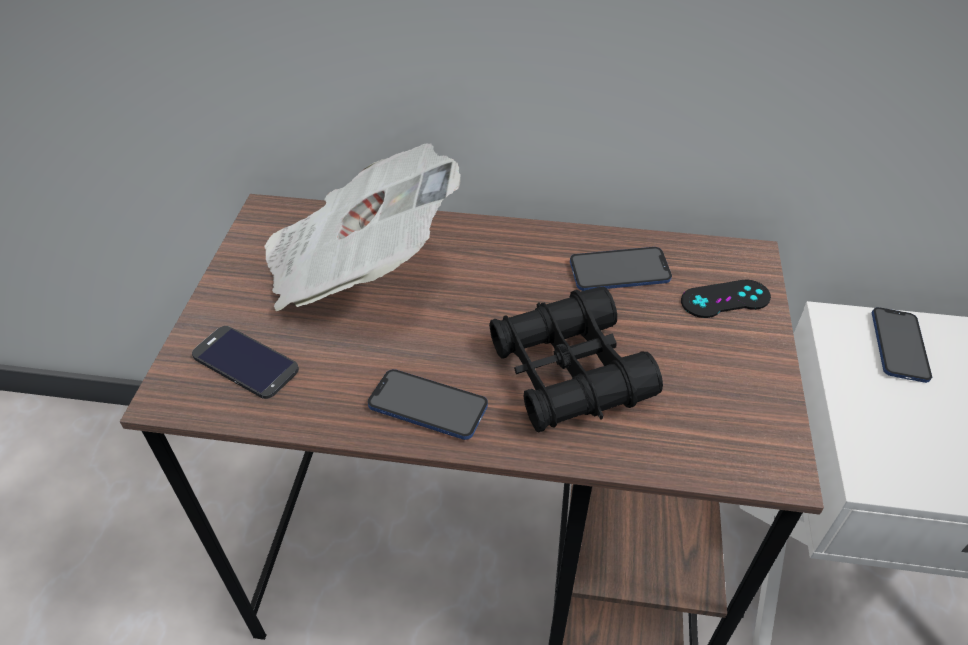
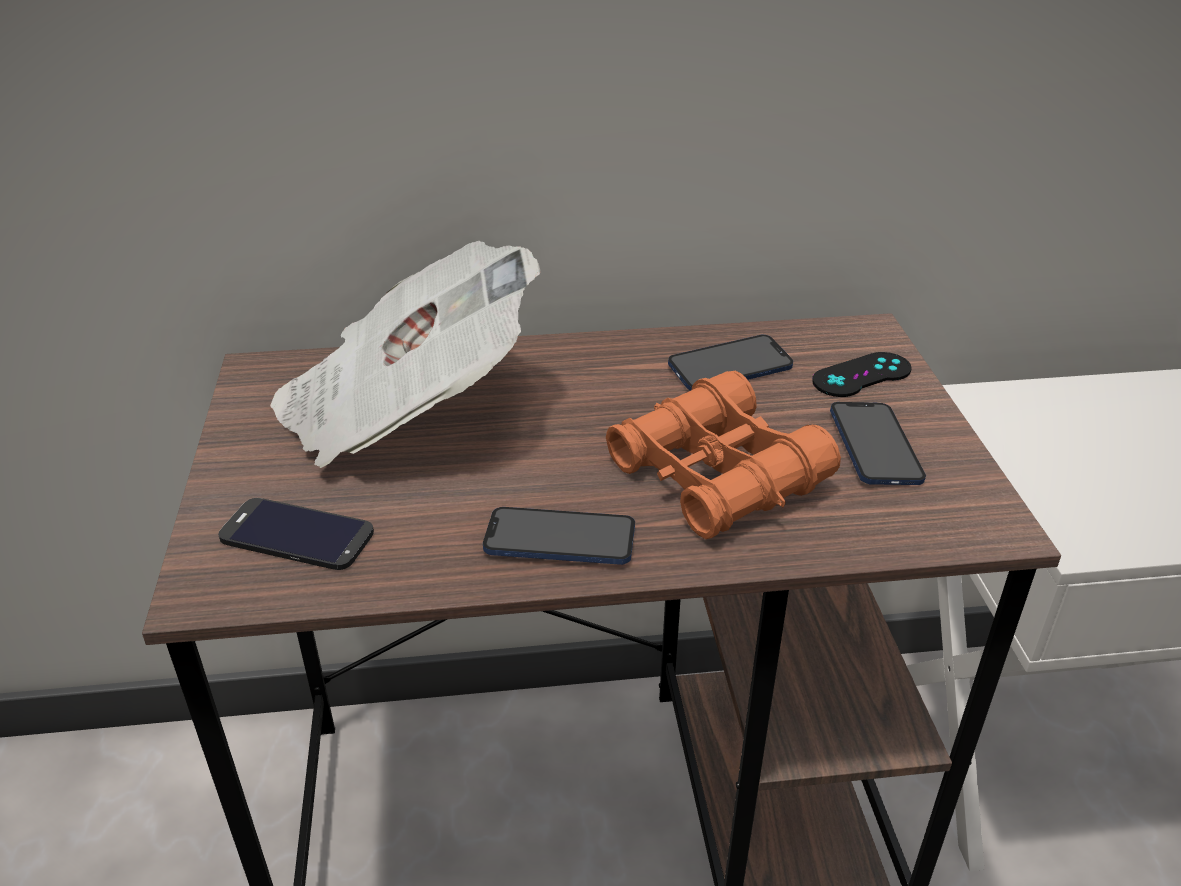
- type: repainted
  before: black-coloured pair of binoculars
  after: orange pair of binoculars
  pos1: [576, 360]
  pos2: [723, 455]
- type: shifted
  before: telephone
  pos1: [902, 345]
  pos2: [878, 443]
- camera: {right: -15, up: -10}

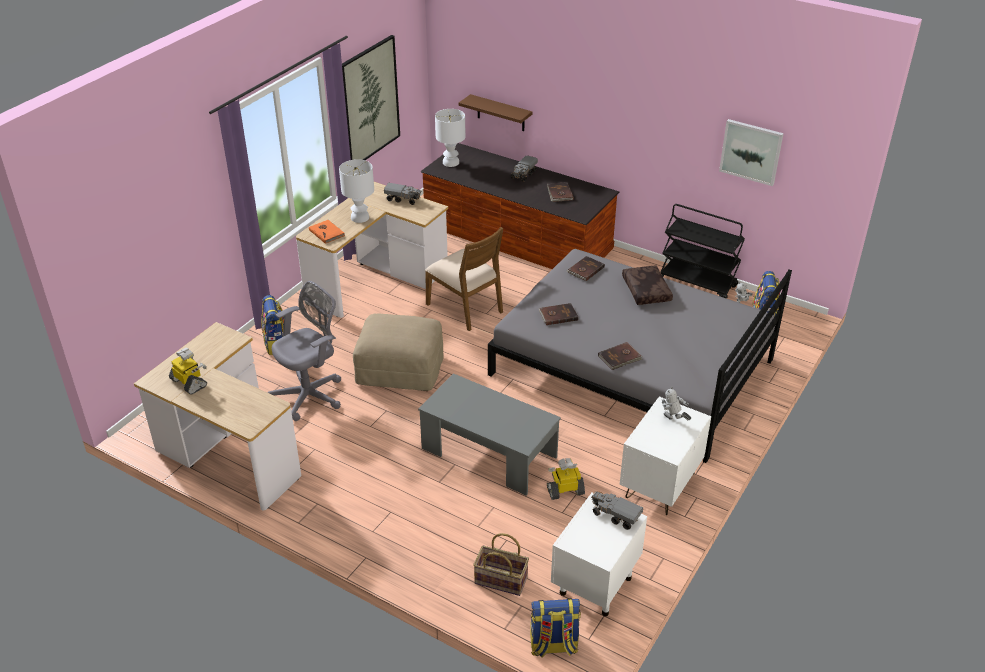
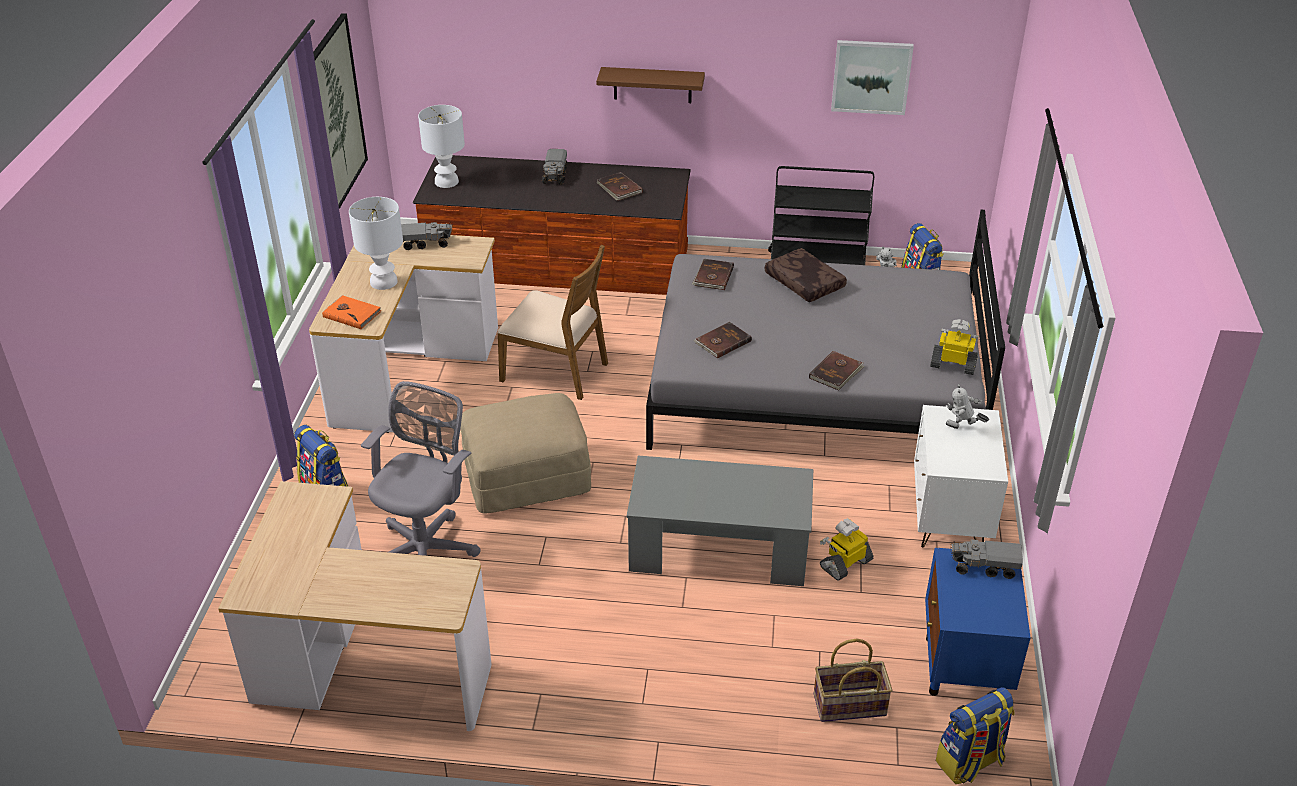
- type: shifted
  before: brown-coloured wall shelf
  pos1: [495, 112]
  pos2: [650, 85]
- type: repainted
  before: whitish night table
  after: blue night table
  pos1: [599, 554]
  pos2: [978, 622]
- type: shifted
  before: robot figure
  pos1: [188, 371]
  pos2: [954, 347]
- camera: {right: -25, up: 0}

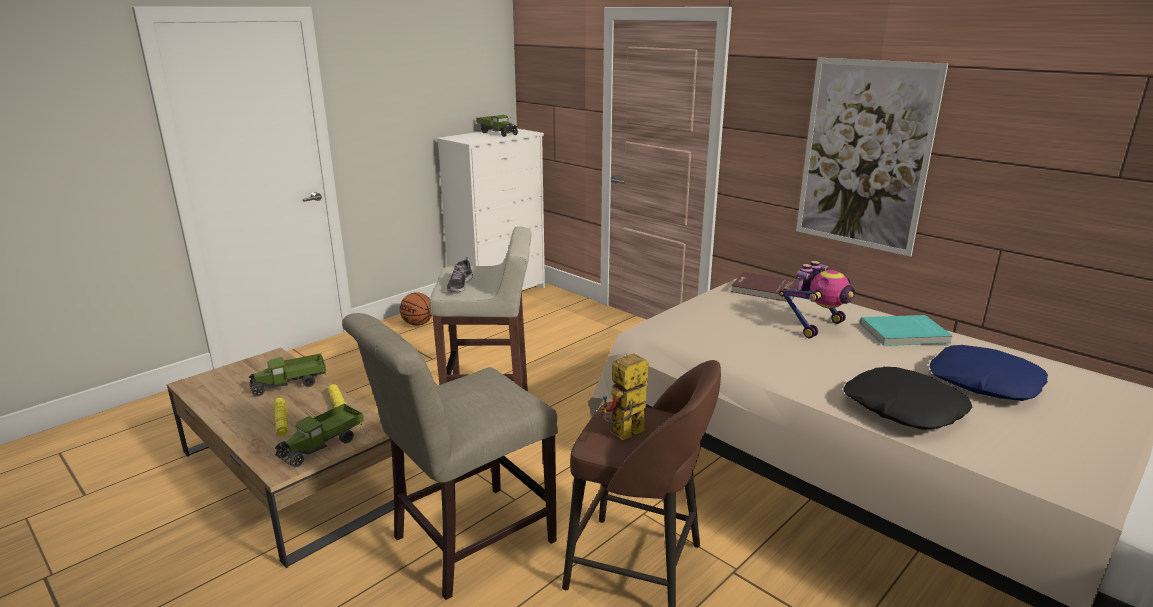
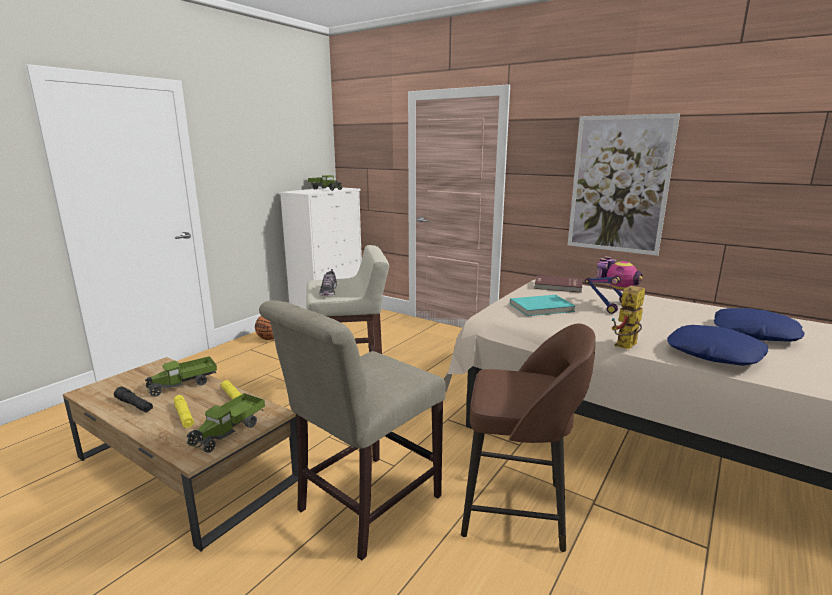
- type: new
  after: black-coloured hand torch
  pos2: [133, 399]
- type: shifted
  before: turquoise book
  pos1: [906, 330]
  pos2: [542, 305]
- type: shifted
  before: robot figure
  pos1: [625, 396]
  pos2: [628, 317]
- type: repainted
  before: black-coloured cushion
  after: blue cushion
  pos1: [907, 398]
  pos2: [717, 345]
- camera: {right: -10, up: -5}

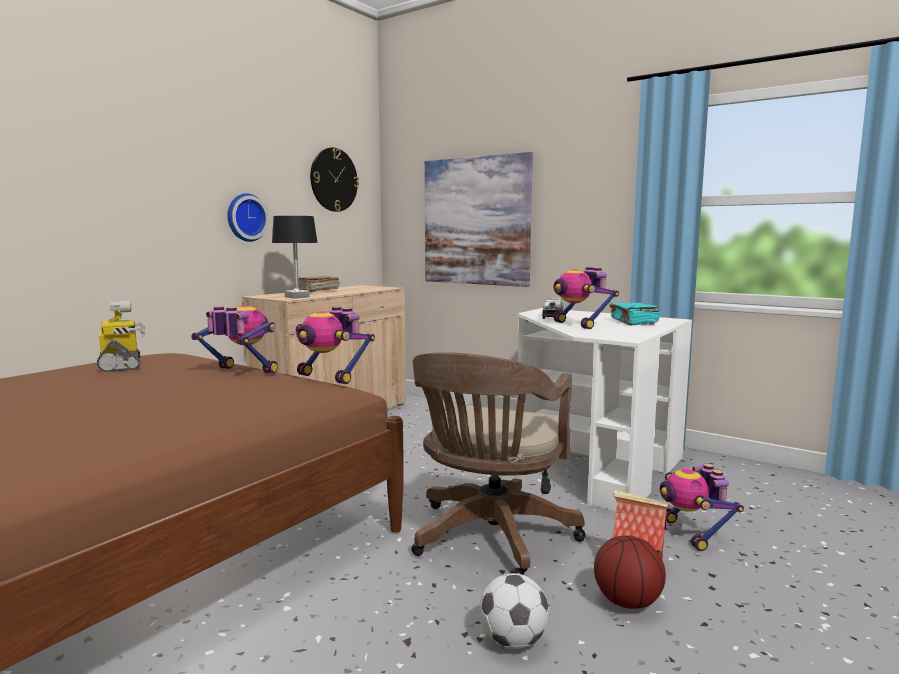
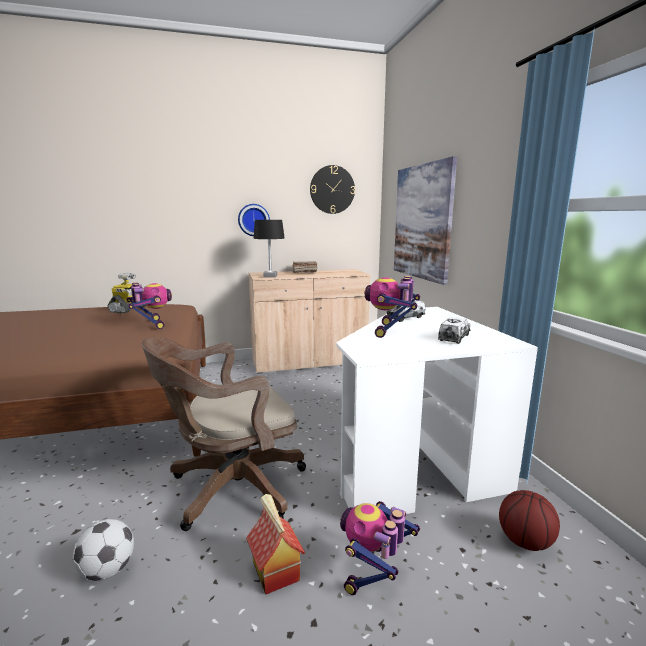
- type: swapped
  before: turquoise book
  after: toy truck
  pos1: [635, 313]
  pos2: [454, 330]
- type: shifted
  before: basketball ball
  pos1: [630, 572]
  pos2: [529, 520]
- type: gone
  before: robot figure
  pos1: [335, 345]
- camera: {right: 40, up: 5}

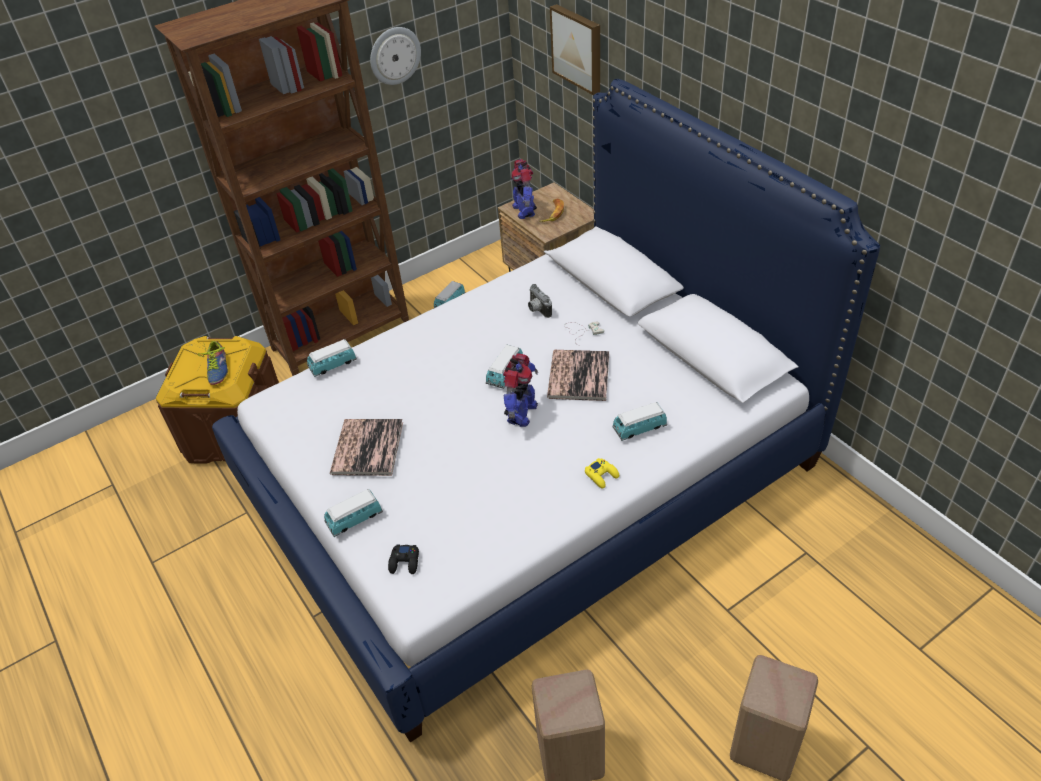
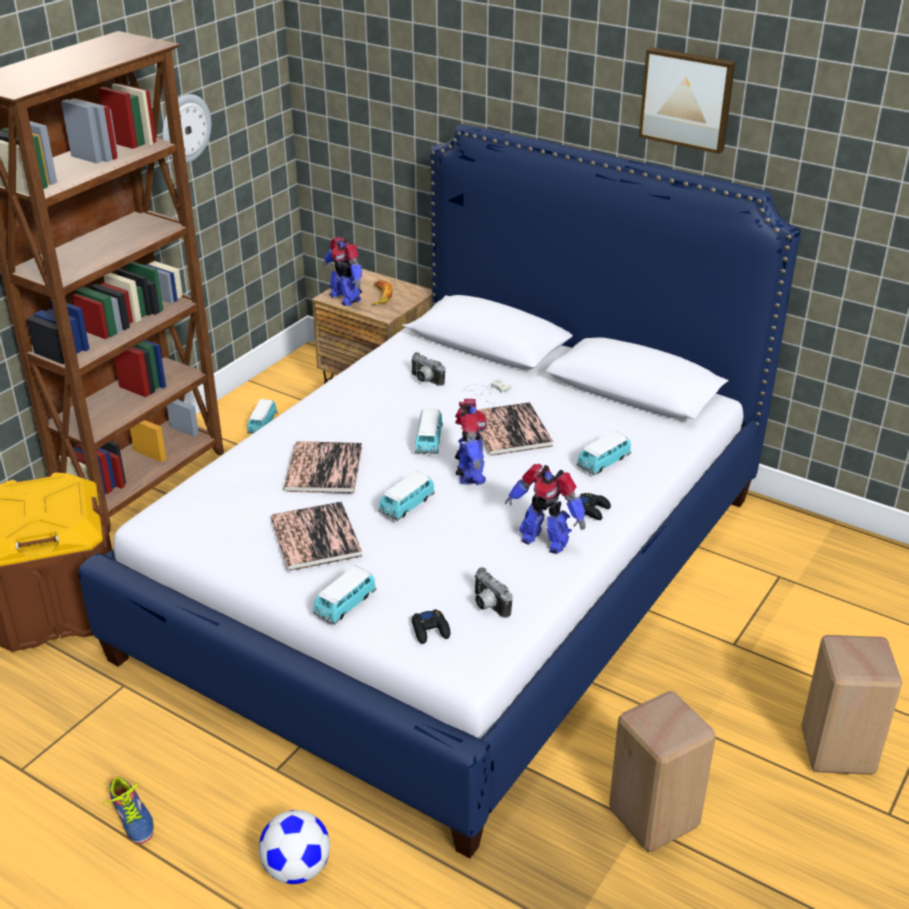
- type: shifted
  before: low shoe
  pos1: [213, 363]
  pos2: [128, 810]
- type: new
  after: football ball
  pos2: [294, 847]
- type: new
  after: book
  pos2: [322, 467]
- type: shifted
  before: miniature car
  pos1: [332, 358]
  pos2: [406, 496]
- type: new
  after: photo camera
  pos2: [493, 592]
- type: new
  after: robot figure
  pos2: [545, 509]
- type: repainted
  before: yellowish game controller
  after: black-coloured game controller
  pos1: [602, 473]
  pos2: [594, 506]
- type: shifted
  before: picture
  pos1: [575, 50]
  pos2: [687, 100]
- camera: {right: -25, up: -10}

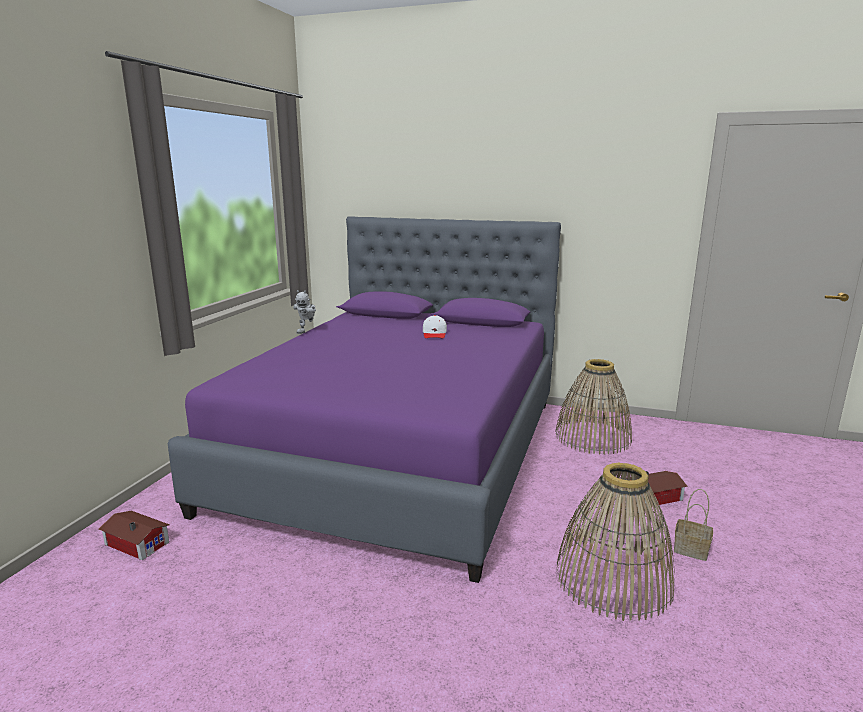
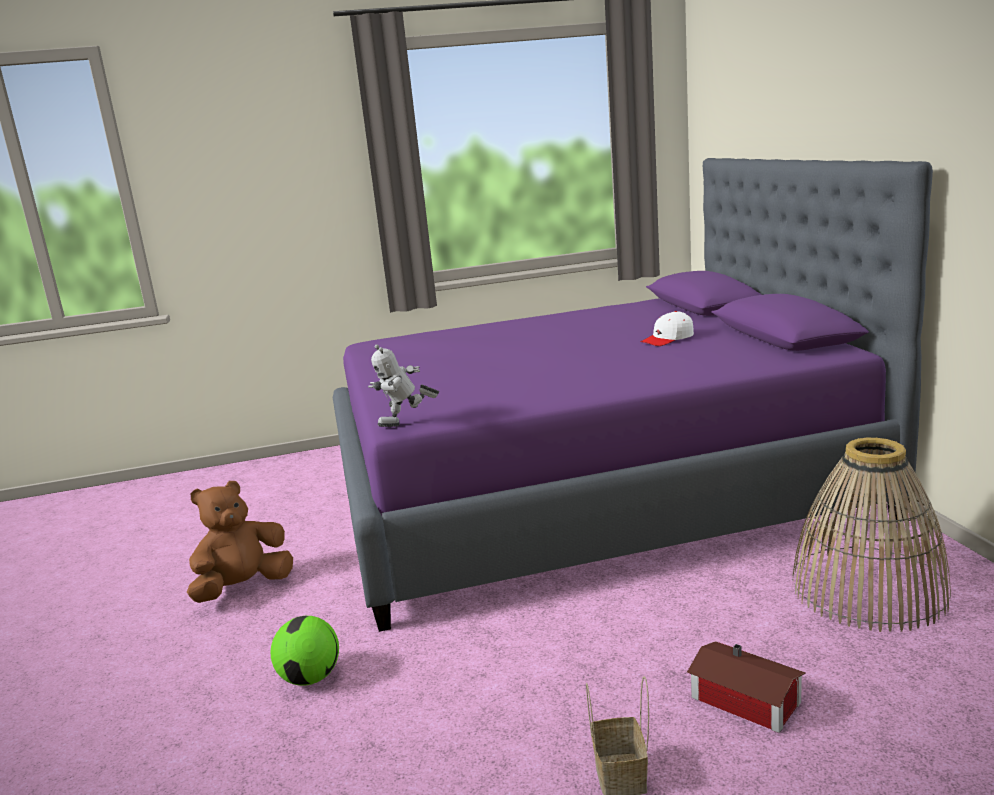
- type: new
  after: brown-coloured soft toy
  pos2: [240, 542]
- type: new
  after: football ball
  pos2: [304, 651]
- type: shifted
  before: robot figure
  pos1: [304, 312]
  pos2: [403, 385]
- type: gone
  before: toy house
  pos1: [134, 535]
- type: gone
  before: storage basket
  pos1: [615, 542]
- camera: {right: 60, up: 0}

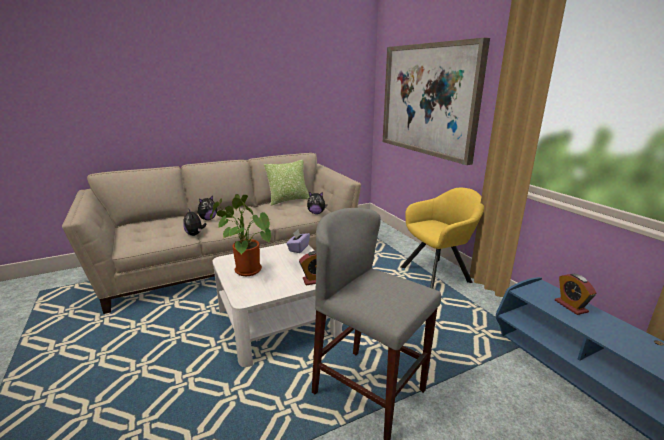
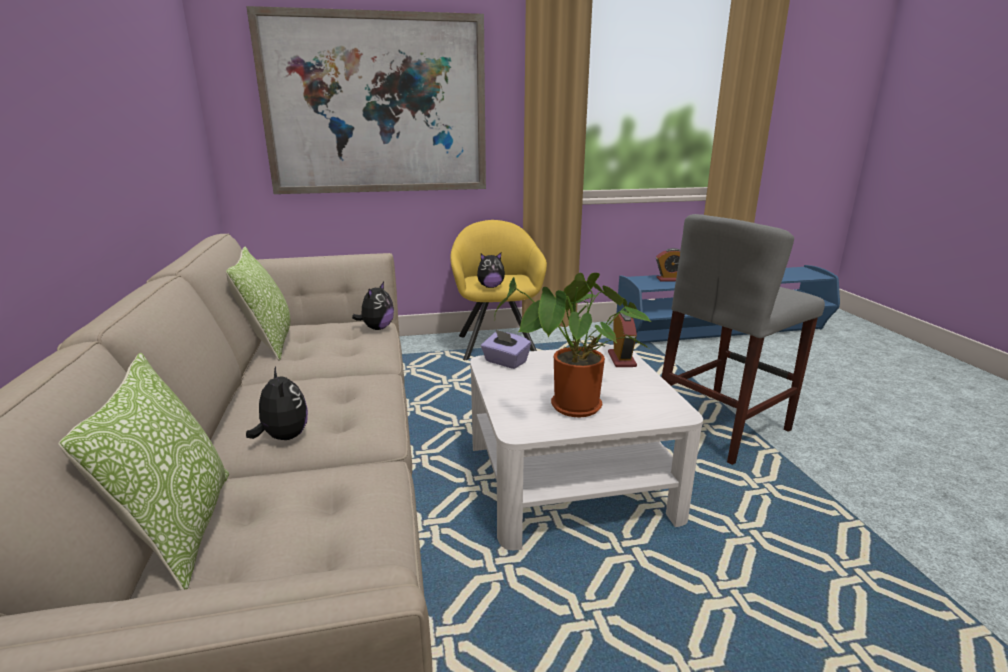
- type: new
  after: cushion
  pos2: [143, 471]
- type: shifted
  before: soft toy
  pos1: [194, 222]
  pos2: [491, 270]
- camera: {right: -75, up: 0}

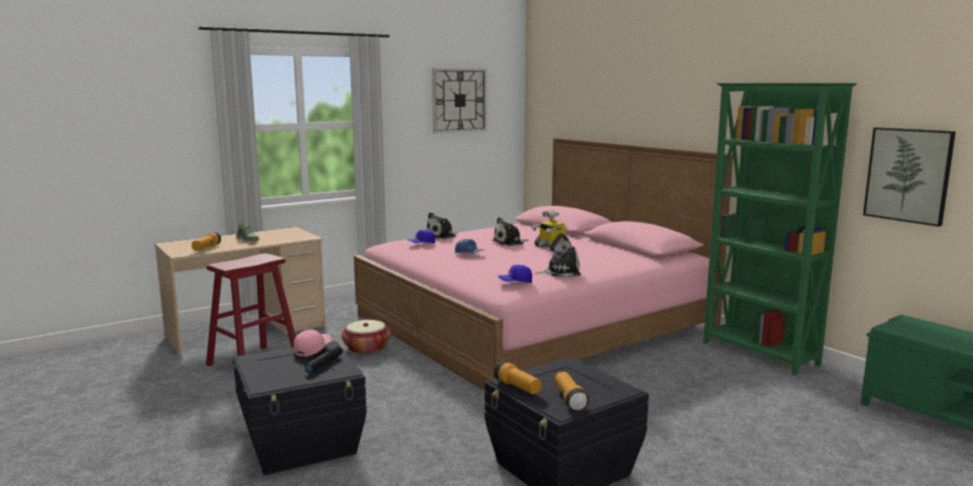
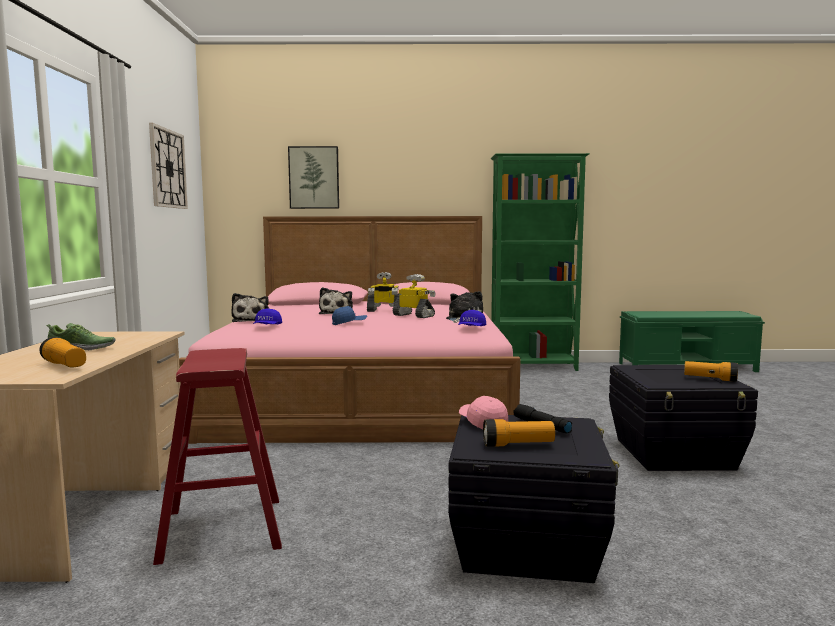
- type: shifted
  before: picture
  pos1: [909, 177]
  pos2: [313, 177]
- type: new
  after: robot figure
  pos2: [414, 296]
- type: shifted
  before: hand torch
  pos1: [517, 377]
  pos2: [519, 433]
- type: gone
  before: storage basket
  pos1: [366, 337]
- camera: {right: -55, up: -5}

